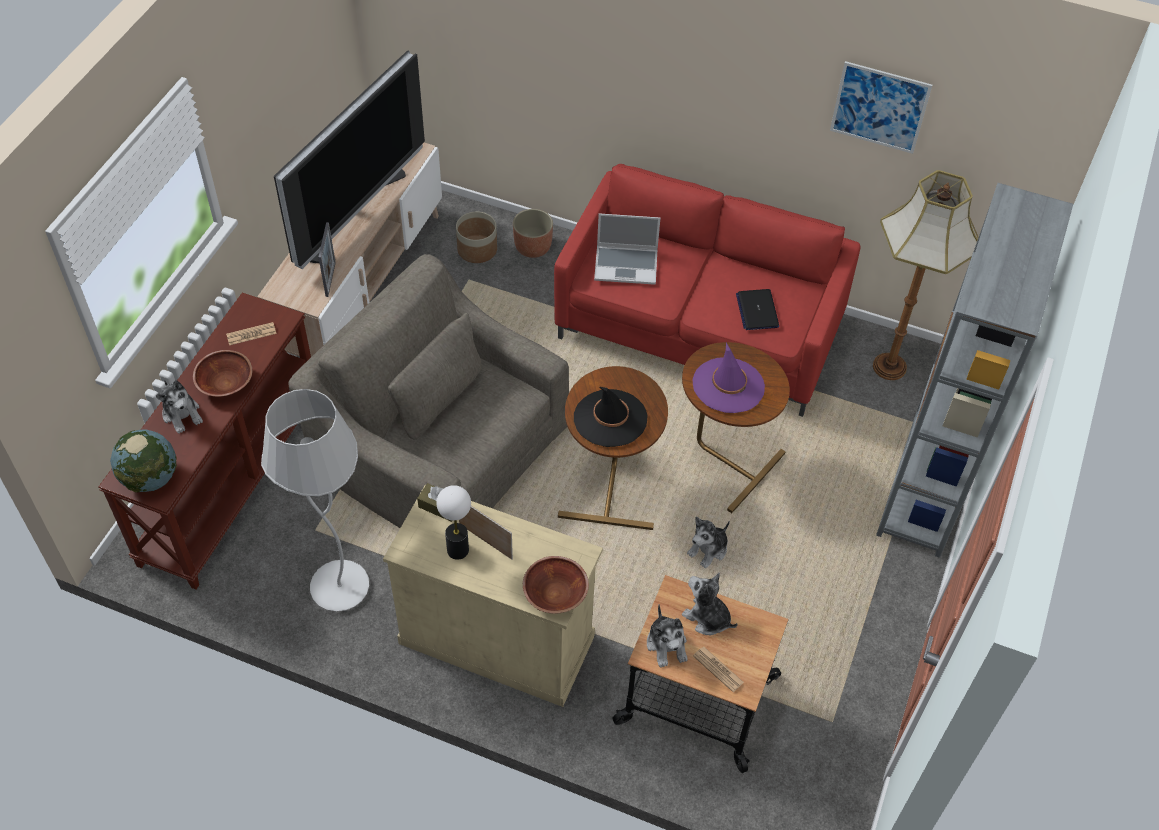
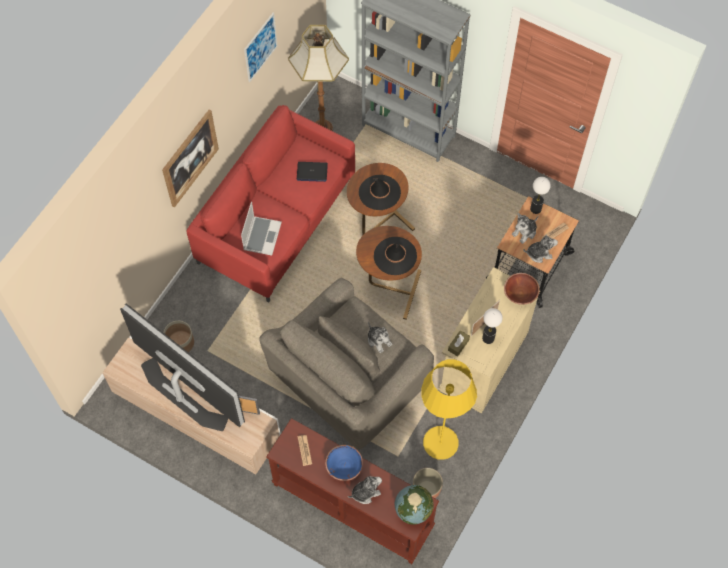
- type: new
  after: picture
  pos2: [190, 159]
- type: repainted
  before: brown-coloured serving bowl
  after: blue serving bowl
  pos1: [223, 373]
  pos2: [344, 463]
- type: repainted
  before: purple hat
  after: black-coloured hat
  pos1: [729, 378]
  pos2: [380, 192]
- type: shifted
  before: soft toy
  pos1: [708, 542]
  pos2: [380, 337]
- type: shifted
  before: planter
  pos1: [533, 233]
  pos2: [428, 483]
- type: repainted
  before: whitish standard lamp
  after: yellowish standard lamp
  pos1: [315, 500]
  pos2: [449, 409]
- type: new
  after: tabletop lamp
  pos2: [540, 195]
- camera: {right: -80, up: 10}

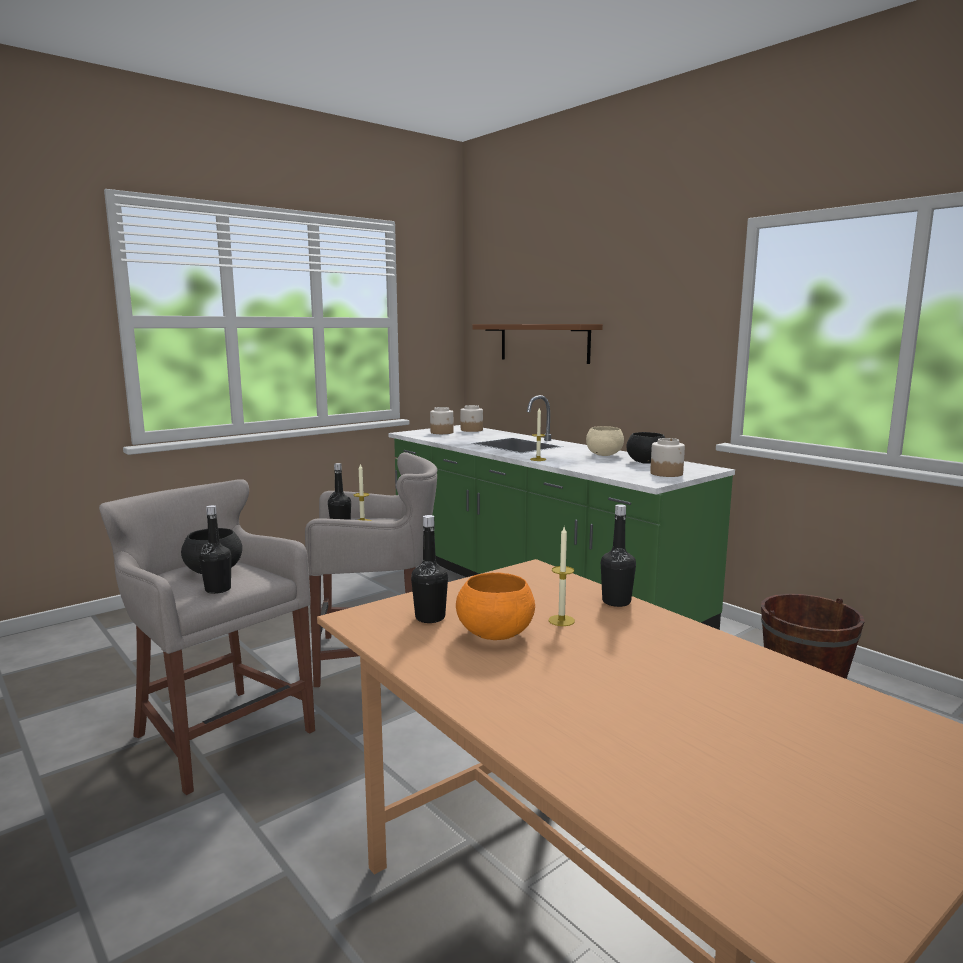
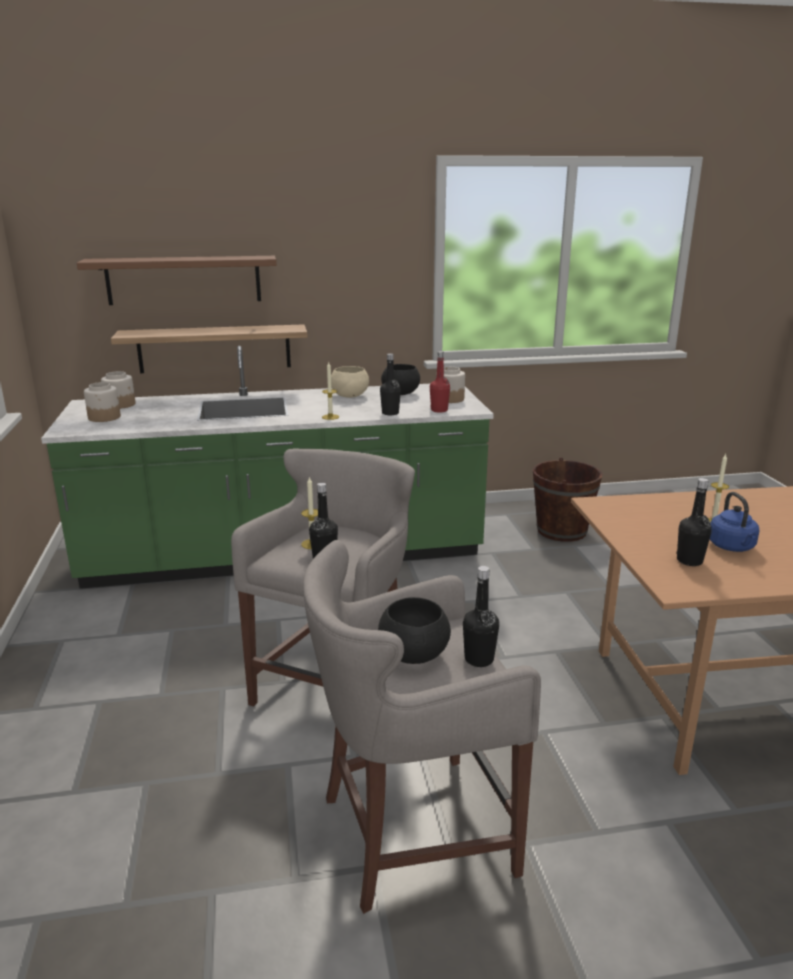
- type: new
  after: wall shelf
  pos2: [209, 348]
- type: shifted
  before: black-coloured beverage bottle
  pos1: [618, 555]
  pos2: [390, 384]
- type: new
  after: red-coloured beverage bottle
  pos2: [440, 382]
- type: swapped
  before: orange serving bowl
  after: blue kettle
  pos1: [495, 606]
  pos2: [735, 522]
- camera: {right: -60, up: 10}

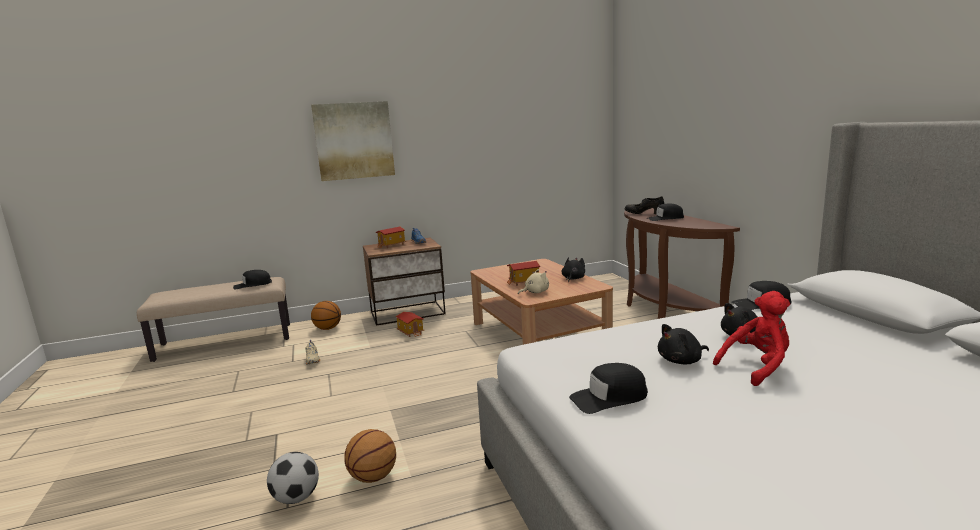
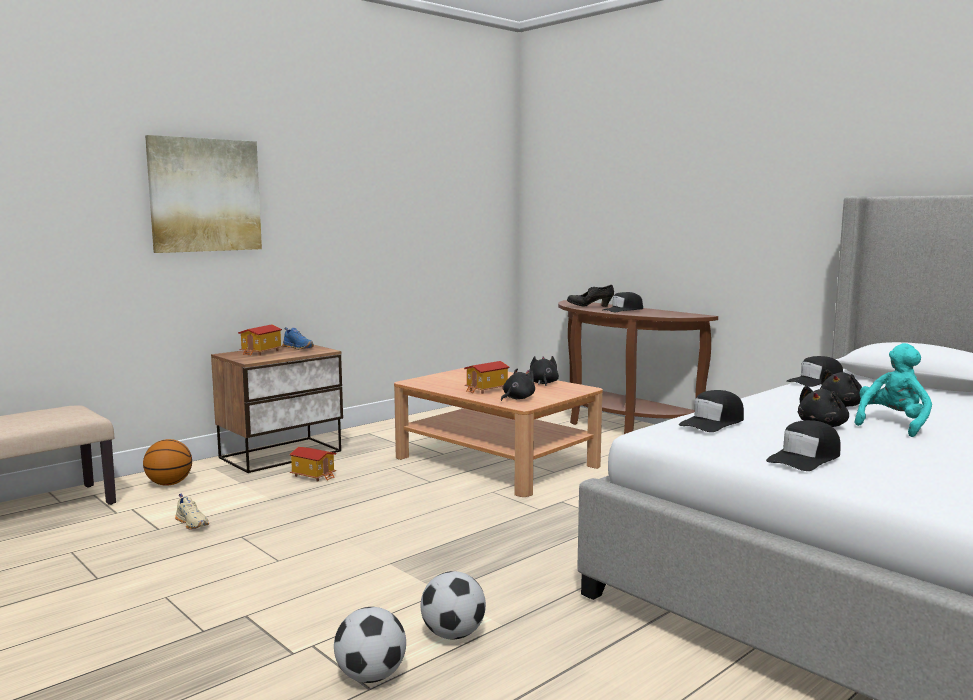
- type: swapped
  before: basketball ball
  after: football ball
  pos1: [370, 456]
  pos2: [453, 605]
- type: repainted
  before: beige-coloured soft toy
  after: black-coloured soft toy
  pos1: [533, 281]
  pos2: [518, 384]
- type: shifted
  before: black-coloured cap
  pos1: [252, 279]
  pos2: [711, 411]
- type: repainted
  before: red-coloured soft toy
  after: turquoise soft toy
  pos1: [751, 338]
  pos2: [893, 390]
- camera: {right: -25, up: -5}

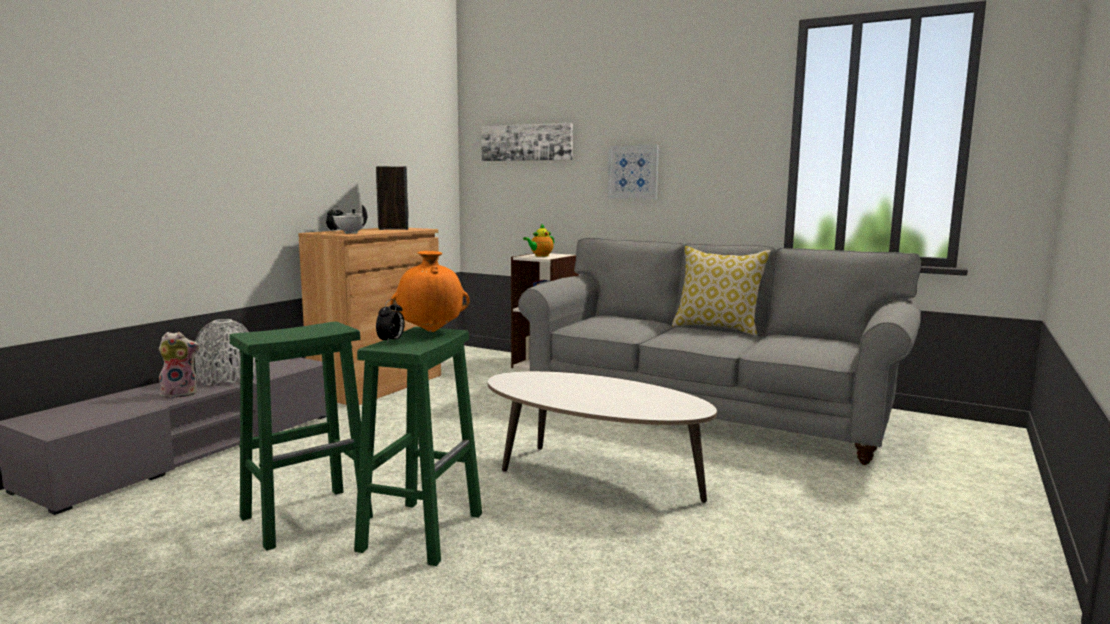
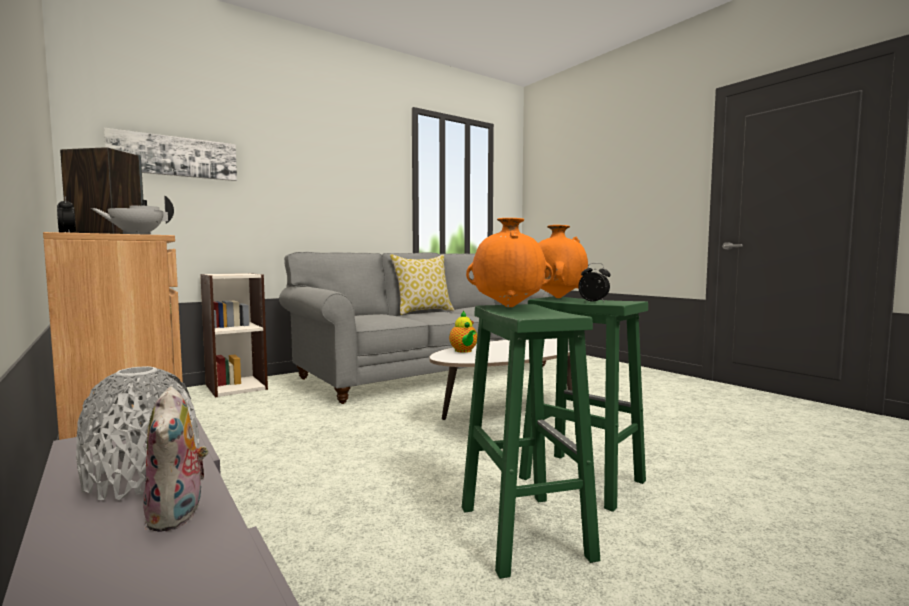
- type: rotated
  before: soft toy
  pos1: [178, 365]
  pos2: [175, 459]
  turn: 150
- type: shifted
  before: pot for tea
  pos1: [538, 240]
  pos2: [463, 332]
- type: new
  after: orange flower vase
  pos2: [509, 262]
- type: gone
  before: picture
  pos1: [633, 172]
- camera: {right: -65, up: -5}

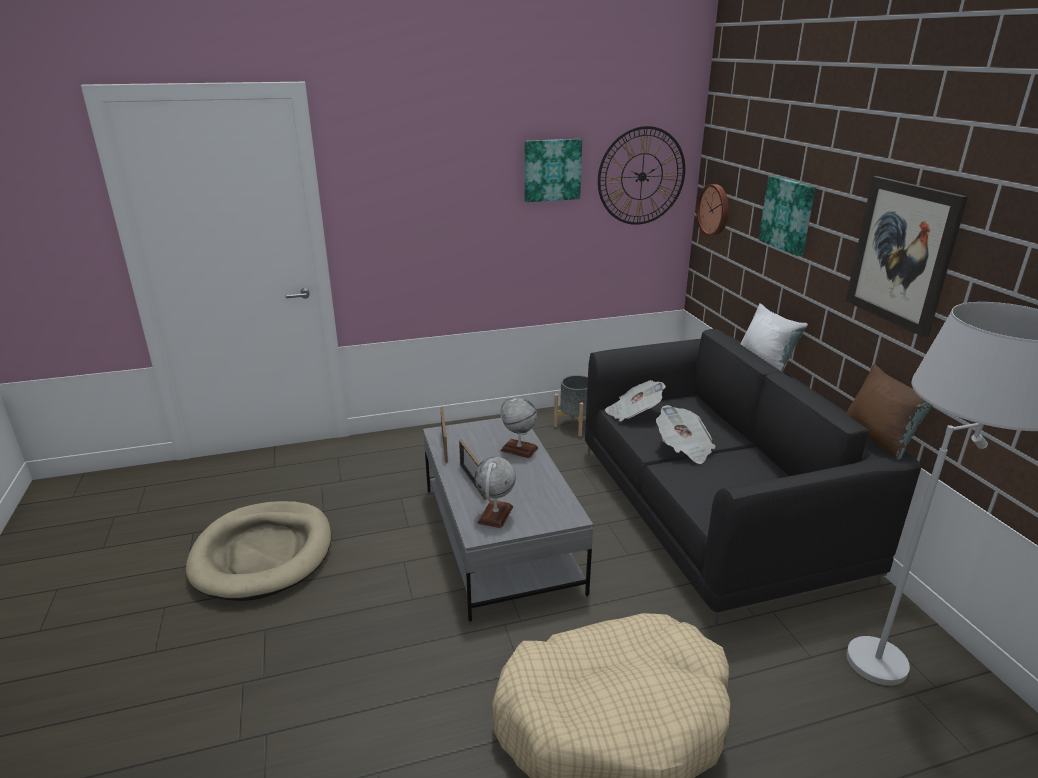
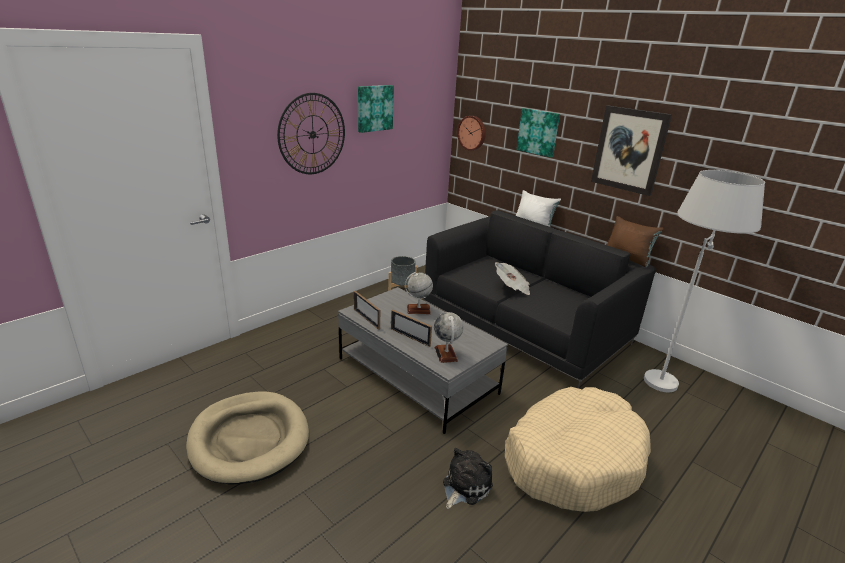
- type: shifted
  before: hanging clock
  pos1: [641, 175]
  pos2: [311, 133]
- type: new
  after: soft toy
  pos2: [468, 478]
- type: gone
  before: daily paper
  pos1: [635, 400]
- camera: {right: -30, up: 0}

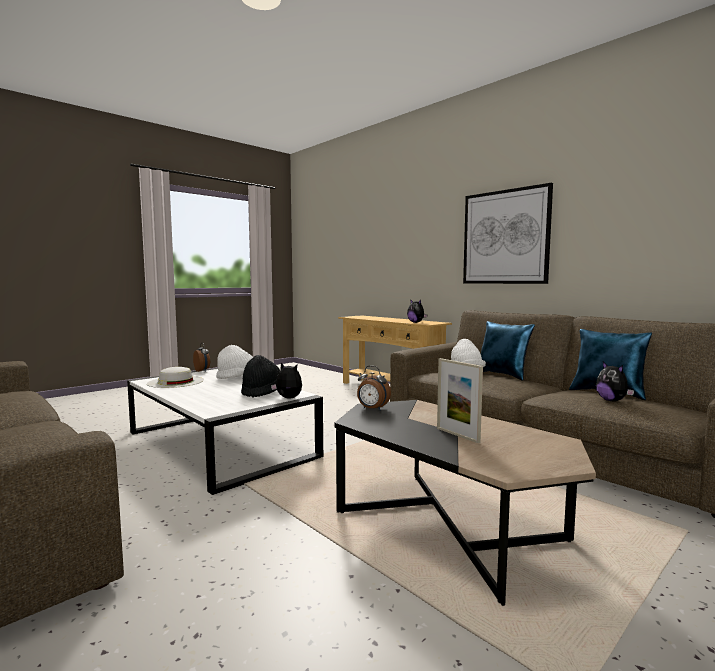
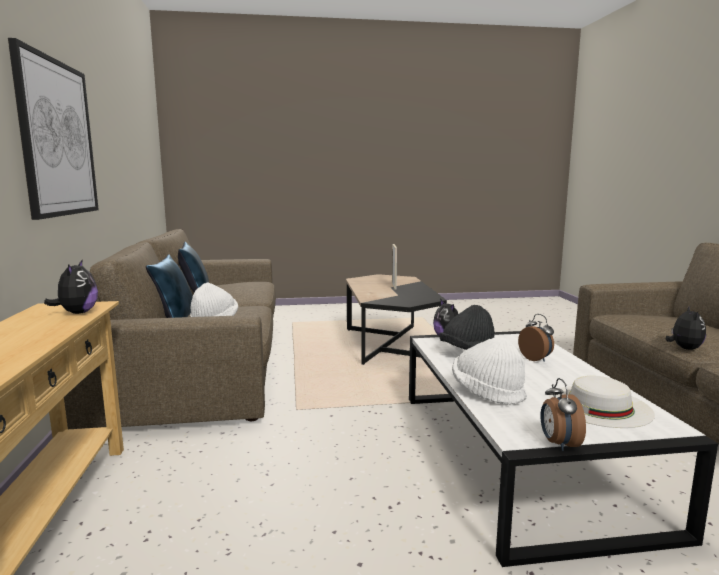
- type: shifted
  before: bedside clock
  pos1: [374, 388]
  pos2: [536, 338]
- type: shifted
  before: soft toy
  pos1: [615, 382]
  pos2: [686, 327]
- camera: {right: -145, up: 5}

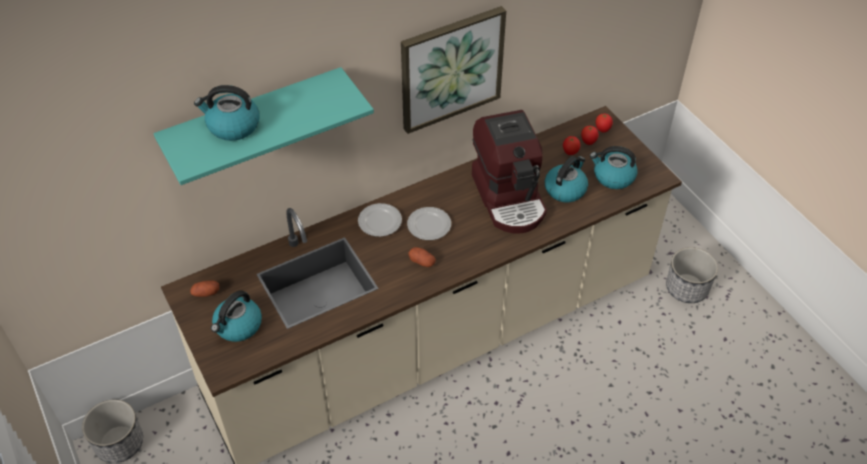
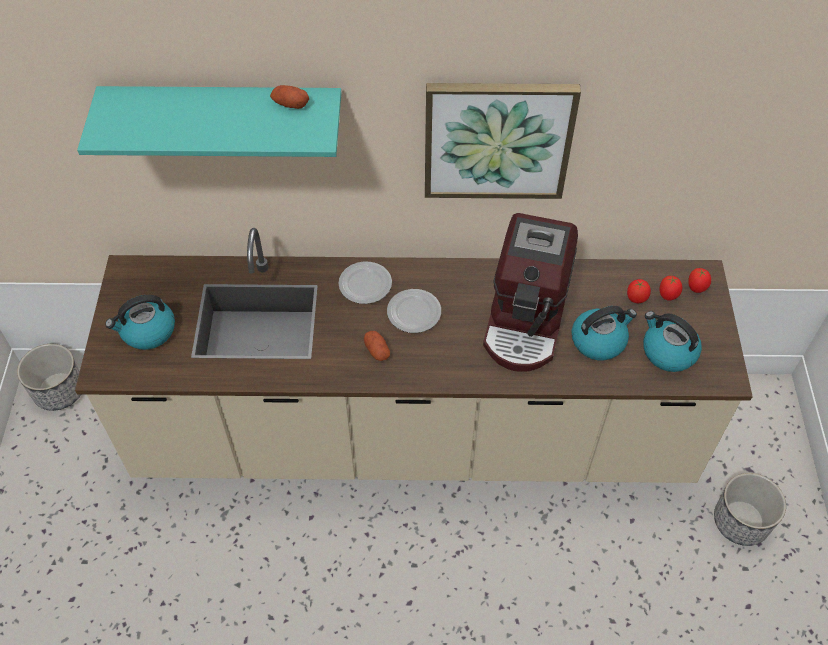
- type: shifted
  before: potato
  pos1: [204, 289]
  pos2: [289, 97]
- type: gone
  before: kettle
  pos1: [227, 113]
- camera: {right: 30, up: 5}

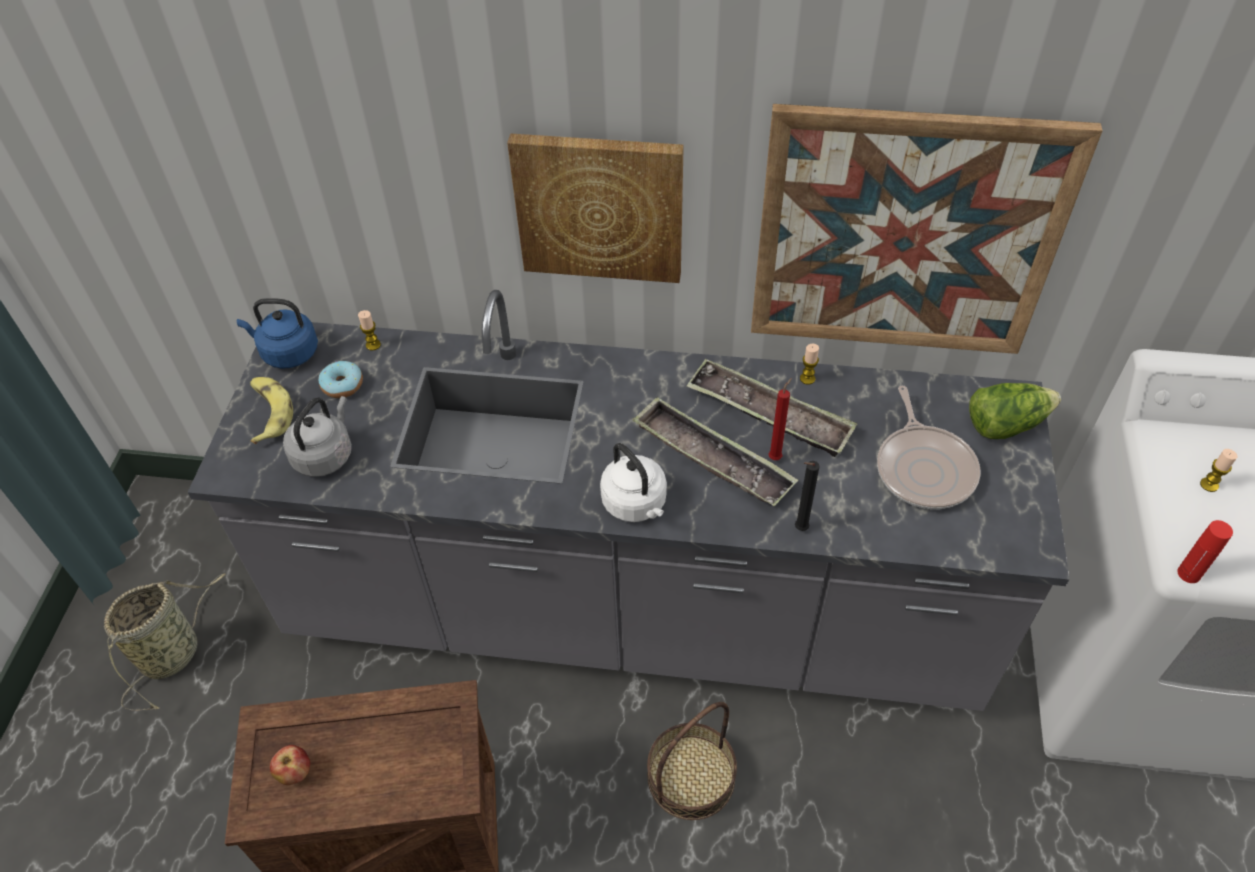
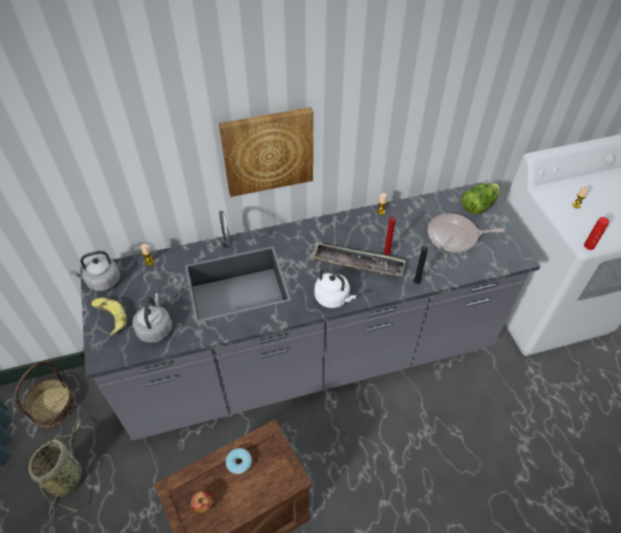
- type: shifted
  before: storage basket
  pos1: [692, 761]
  pos2: [45, 394]
- type: repainted
  before: blue kettle
  after: grey kettle
  pos1: [277, 333]
  pos2: [95, 271]
- type: shifted
  before: doughnut
  pos1: [340, 379]
  pos2: [239, 461]
- type: rotated
  before: pan
  pos1: [928, 447]
  pos2: [466, 233]
  turn: 120
- type: gone
  before: serving tray
  pos1: [771, 408]
- type: gone
  before: picture
  pos1: [926, 229]
- camera: {right: -25, up: 0}

